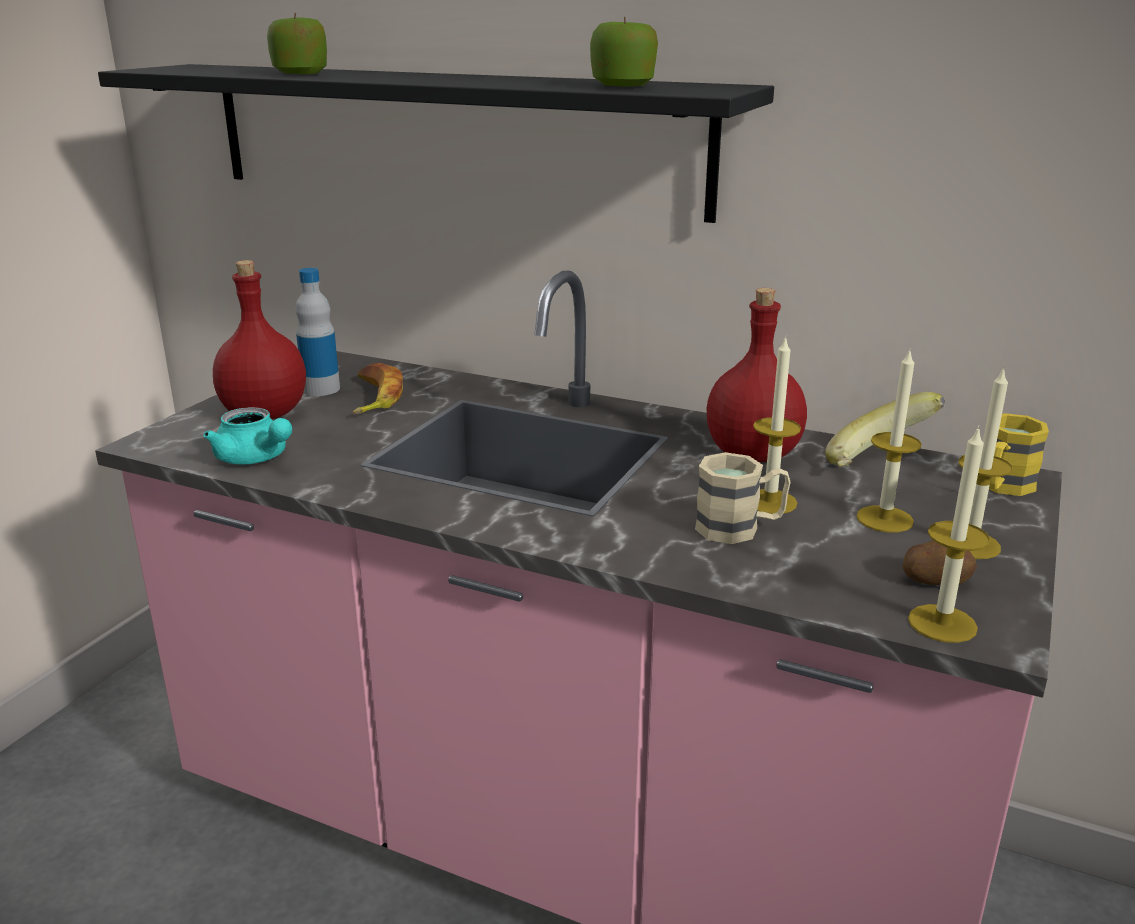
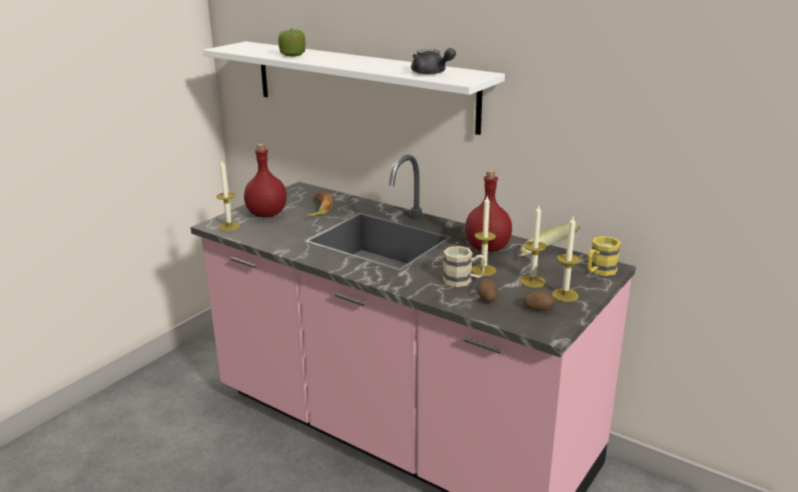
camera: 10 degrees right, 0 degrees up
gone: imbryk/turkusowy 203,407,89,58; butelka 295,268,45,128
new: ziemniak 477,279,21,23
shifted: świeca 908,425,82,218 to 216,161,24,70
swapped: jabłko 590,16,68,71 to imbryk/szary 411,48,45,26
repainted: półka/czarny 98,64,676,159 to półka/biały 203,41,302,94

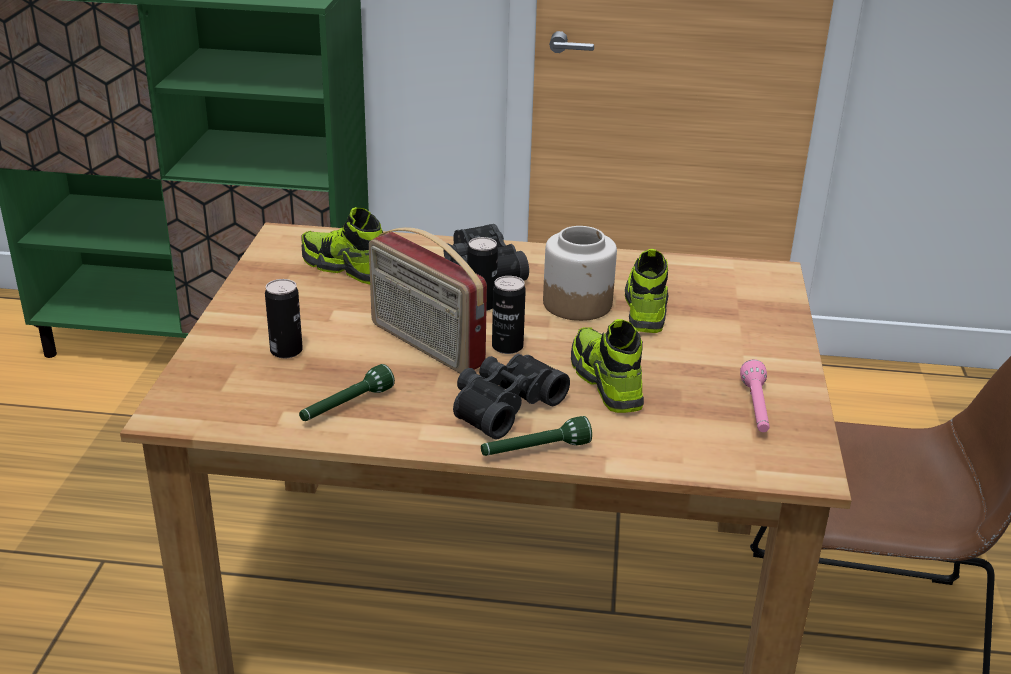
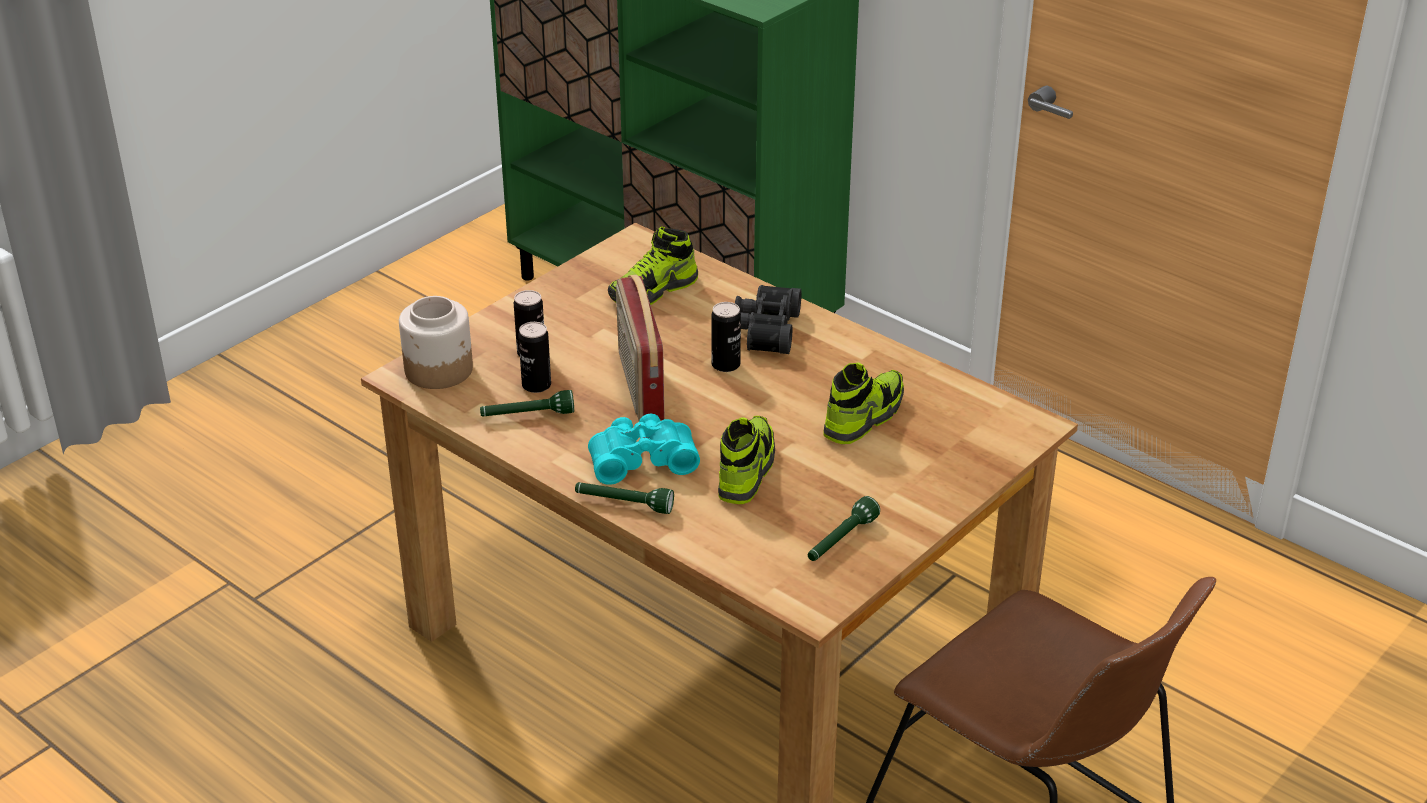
camera: 35 degrees right, 5 degrees up
shifted: słoik 543,226,74,95 to 399,296,74,93; puszka 492,276,34,78 to 518,322,33,71
repainted: lornetka/czarny 453,354,117,85 to lornetka/turkusowy 588,413,112,72; latarka/różowy 740,359,30,73 to latarka/zielony 808,496,72,65
rotated: but 301,207,82,78 = 608,226,90,79 105 degrees counterclockwise

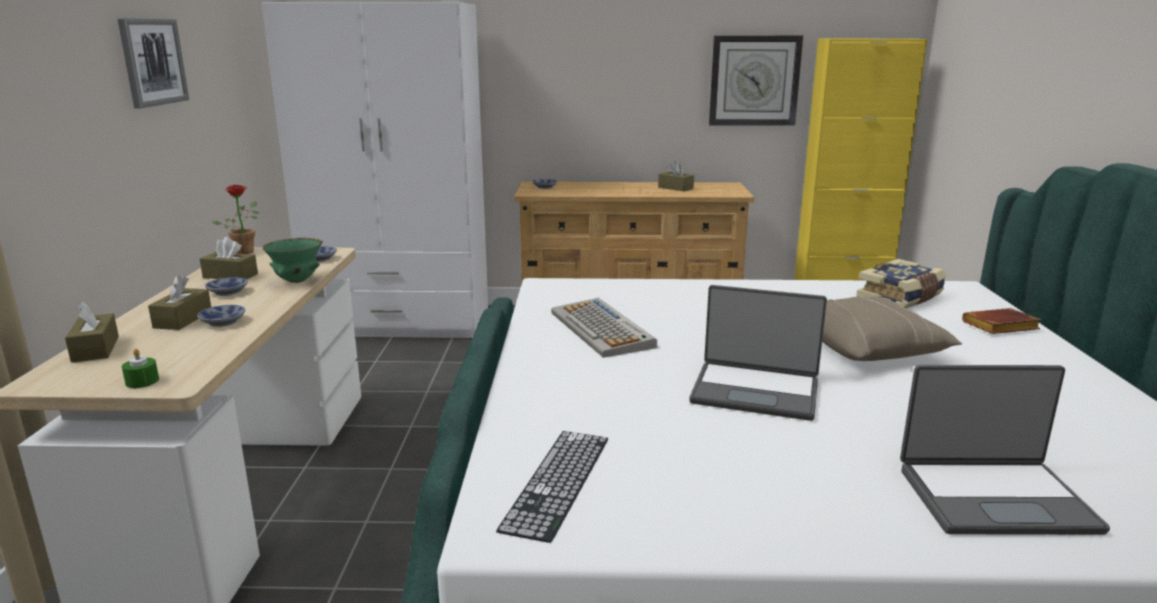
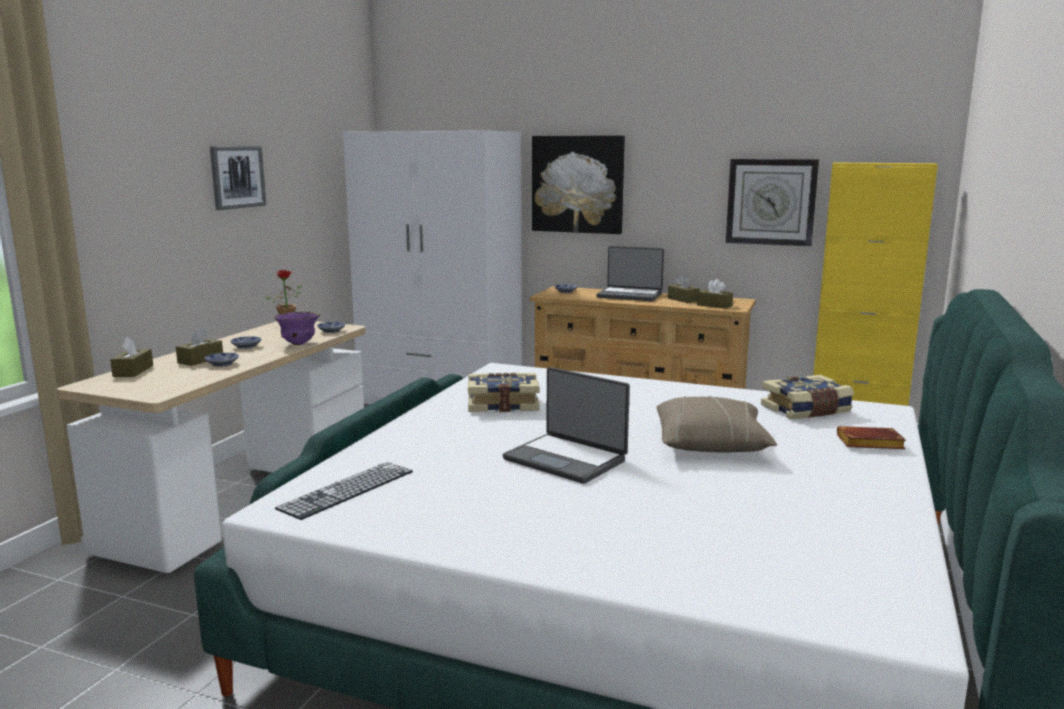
camera: 20 degrees right, 5 degrees down
gone: świeca/zielony 122,348,37,40
new: obraz 532,136,93,98
shifted: laptop 900,365,210,170 to 596,246,68,55; pudełko chusteczek/brązowy 200,237,58,42 to 697,279,36,30
swapped: klawiatura 551,298,106,60 to książka 468,372,71,40
repainted: miska/zielony 263,238,60,45 to miska/fioletowy 274,312,46,33

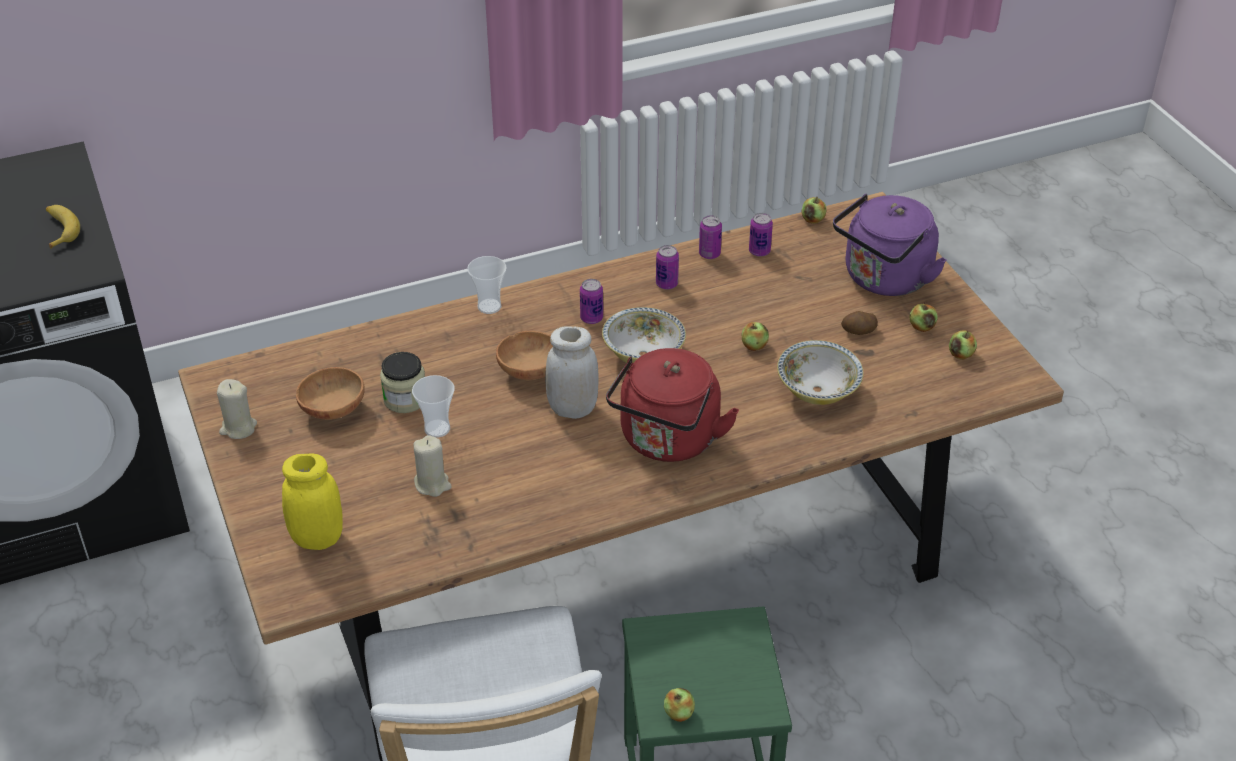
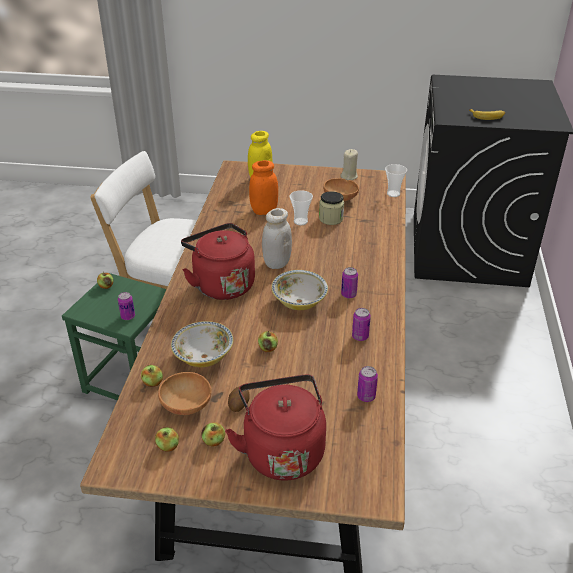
camera: 120 degrees right, 5 degrees down
shifted: puszka 699,215,23,44 to 118,292,17,28; jabłko 802,197,24,27 to 141,365,22,22; miska/brązowy 496,331,57,49 to 158,372,53,43; filiżanka 467,256,40,58 to 385,164,22,33
swapped: świeca/beżowy 413,435,39,62 to słoik/pomarańczowy 249,160,29,55
repainted: czajnik/fioletowy 833,194,114,102 to czajnik/czerwony 225,375,101,106

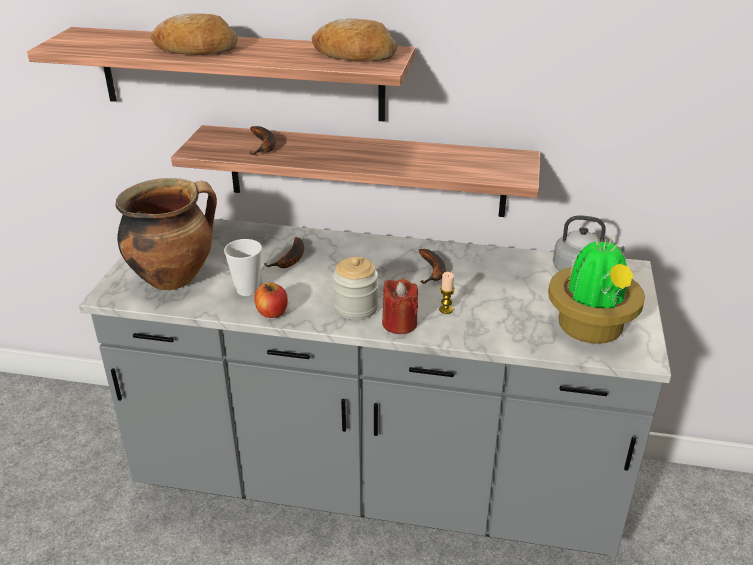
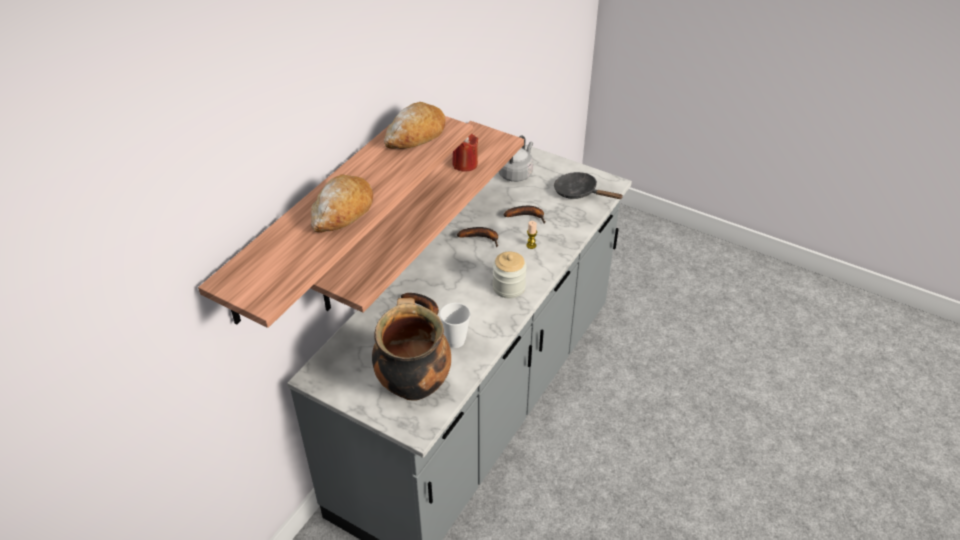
camera: 70 degrees left, 10 degrees up
gone: jabłko 254,283,34,35
shifted: świeca/czerwony 382,279,36,55 to 452,134,26,38; banan 249,126,27,29 to 504,206,42,18
swapped: roślina doniczkowa 548,234,97,110 to patelnia/czarny 554,172,69,27

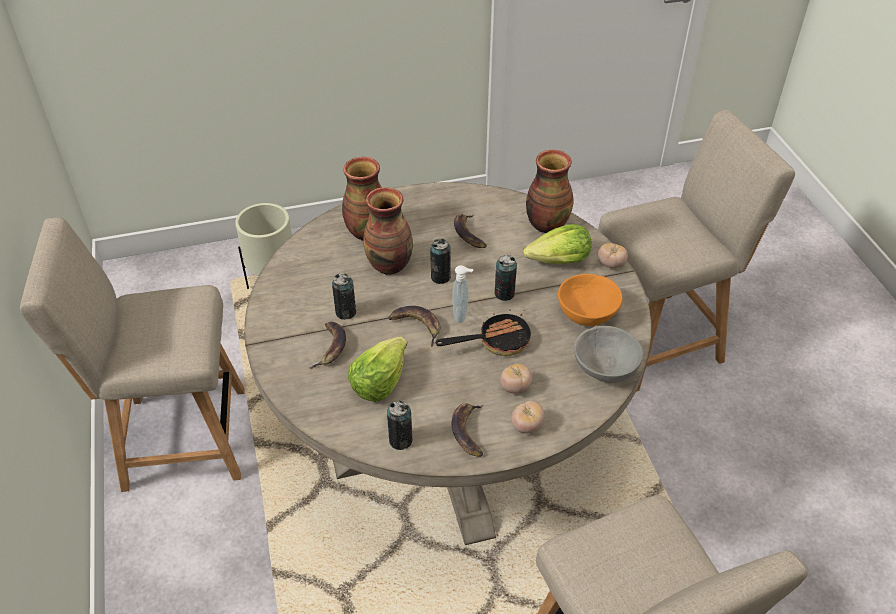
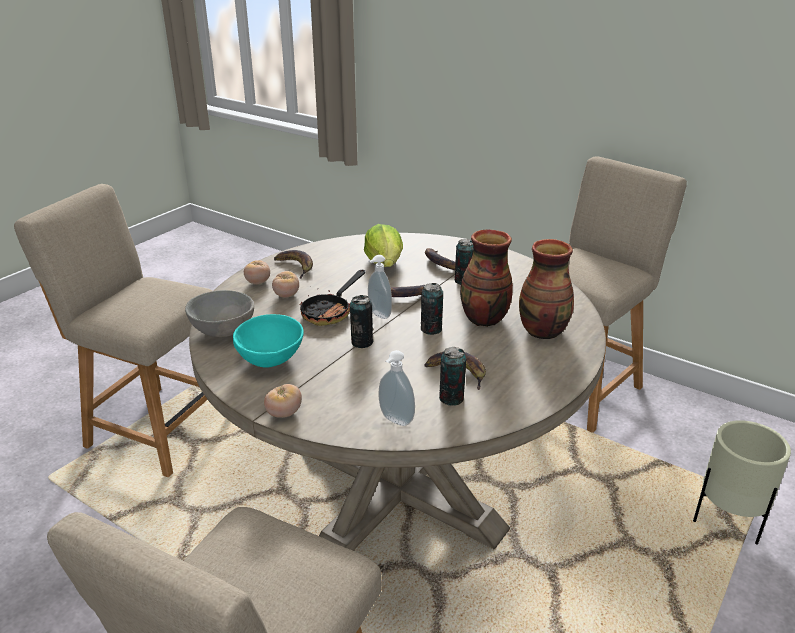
camera: 140 degrees right, 15 degrees down
gone: sałata 523,224,68,40
shifted: puszka 387,401,25,49 to 439,347,27,59
swapped: wazon 526,149,47,84 to dozownik mydła 378,350,37,76
repainted: miska/pomarańczowy 558,274,64,52 to miska/turkusowy 233,314,71,54

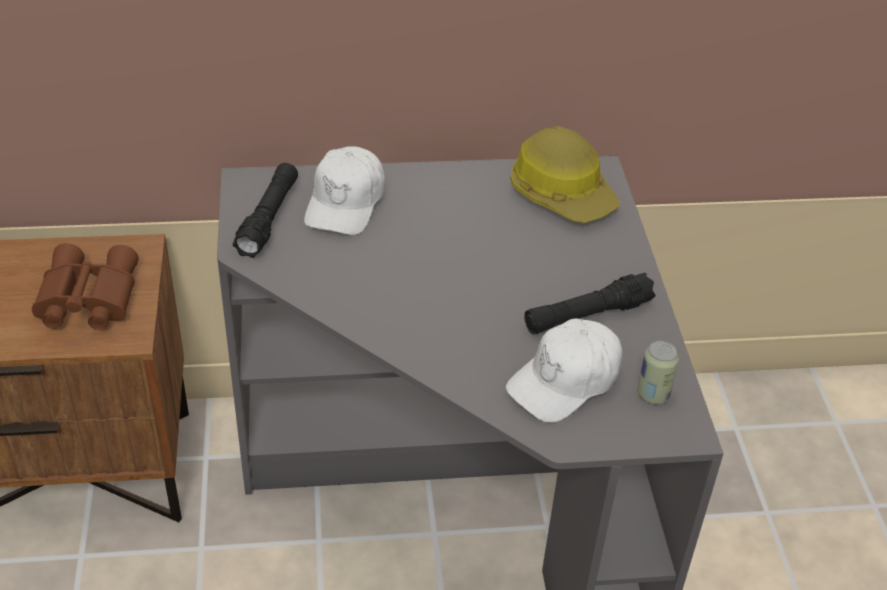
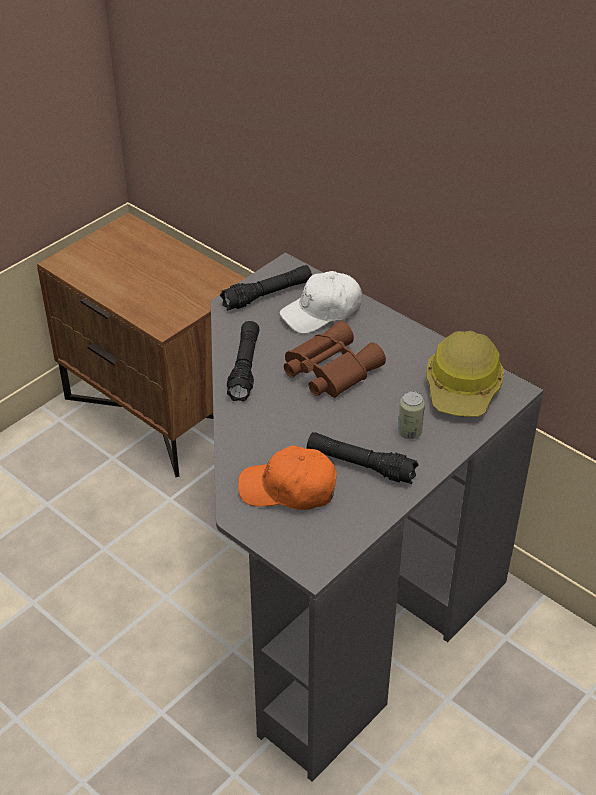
camera: 50 degrees right, 0 degrees up
new: latarka/czarny 227,321,32,81
shifted: lornetka/brązowy 32,243,106,87 to 284,321,102,77; puszka 637,341,42,63 to 398,391,27,48
repainted: czapka z daszkiem/biały 505,318,118,105 to czapka z daszkiem/pomarańczowy 238,445,99,65

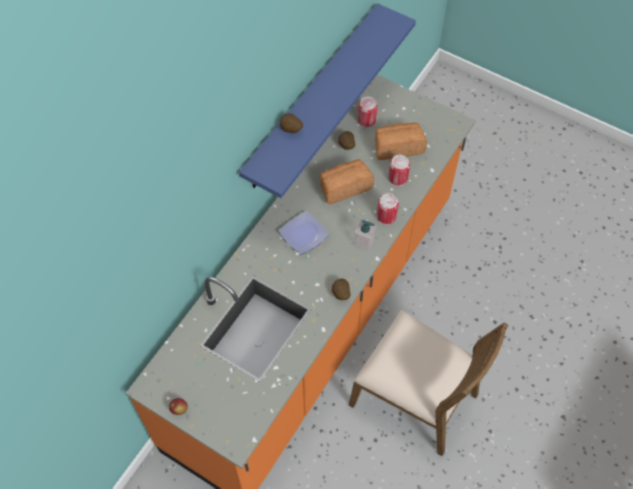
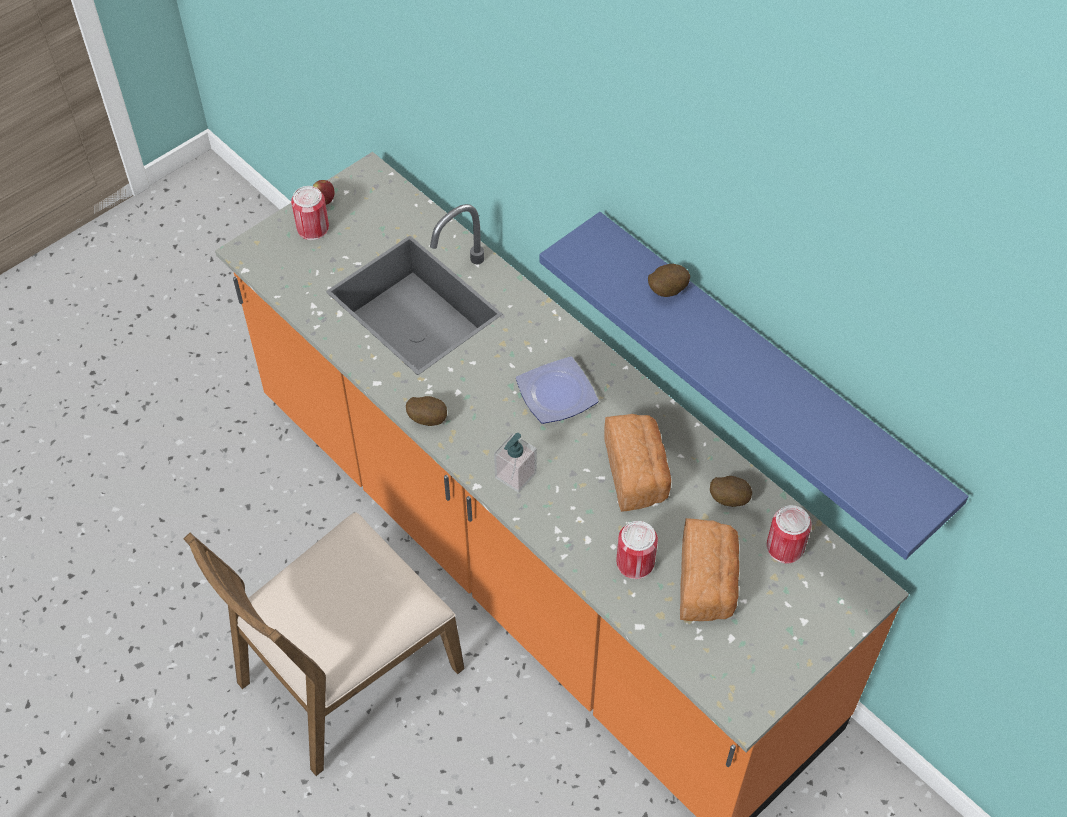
camera: 105 degrees right, 5 degrees down
shifted: puszka 377,193,22,32 to 291,186,38,54

